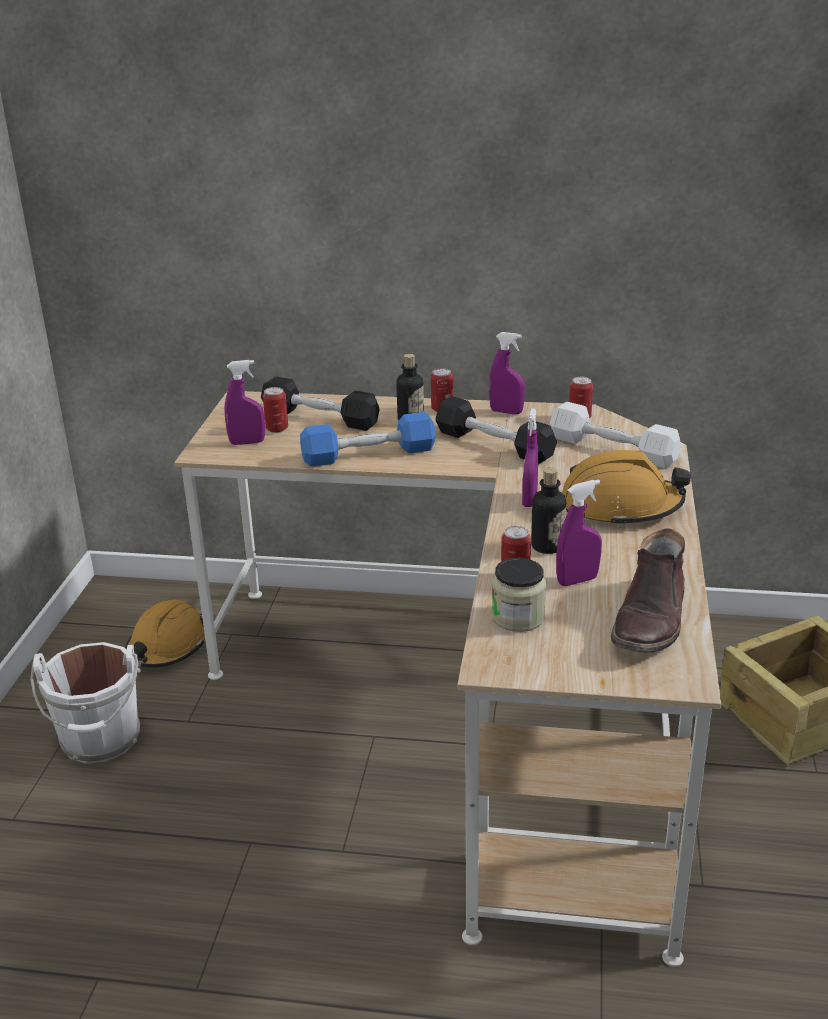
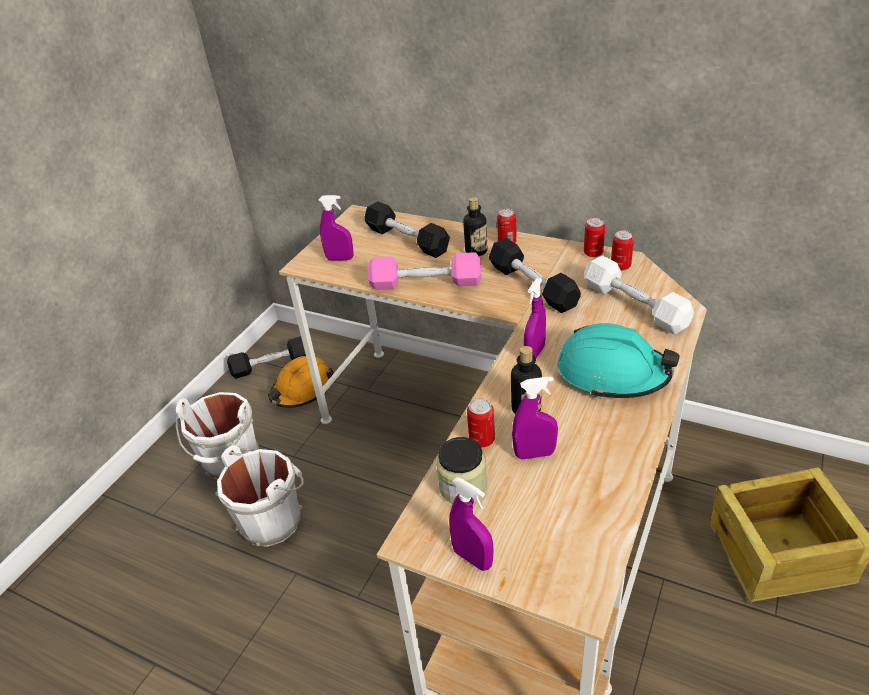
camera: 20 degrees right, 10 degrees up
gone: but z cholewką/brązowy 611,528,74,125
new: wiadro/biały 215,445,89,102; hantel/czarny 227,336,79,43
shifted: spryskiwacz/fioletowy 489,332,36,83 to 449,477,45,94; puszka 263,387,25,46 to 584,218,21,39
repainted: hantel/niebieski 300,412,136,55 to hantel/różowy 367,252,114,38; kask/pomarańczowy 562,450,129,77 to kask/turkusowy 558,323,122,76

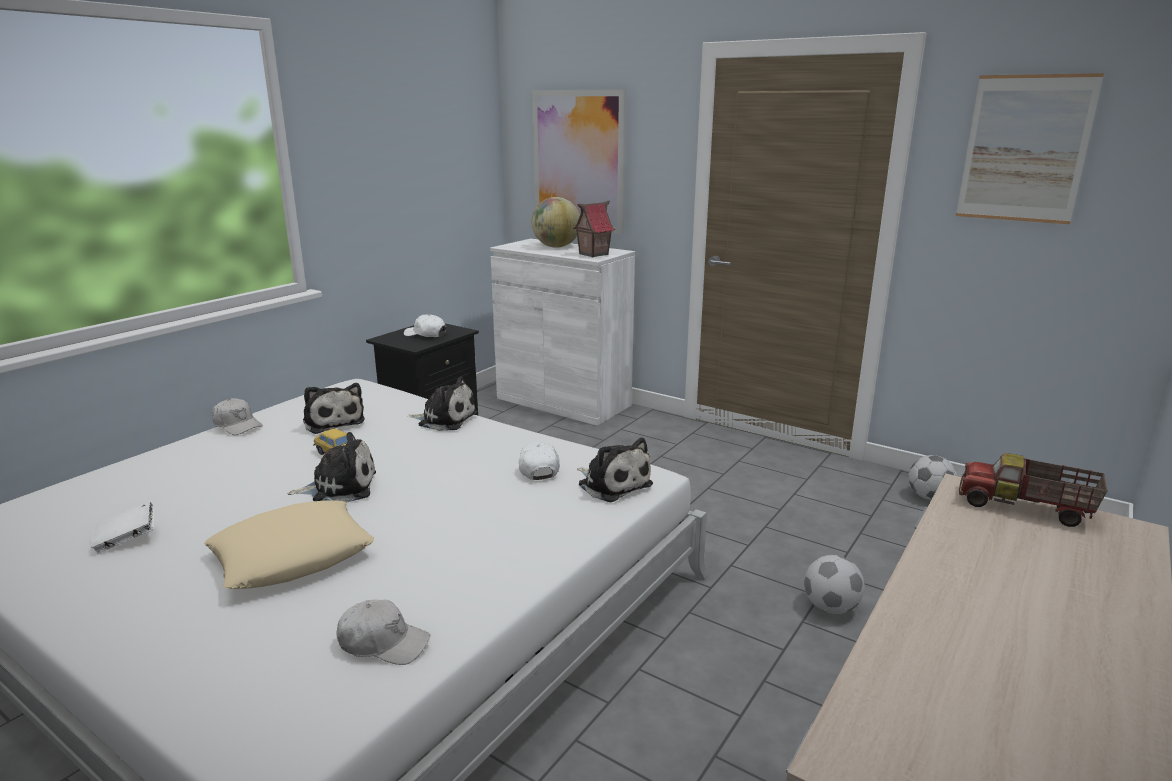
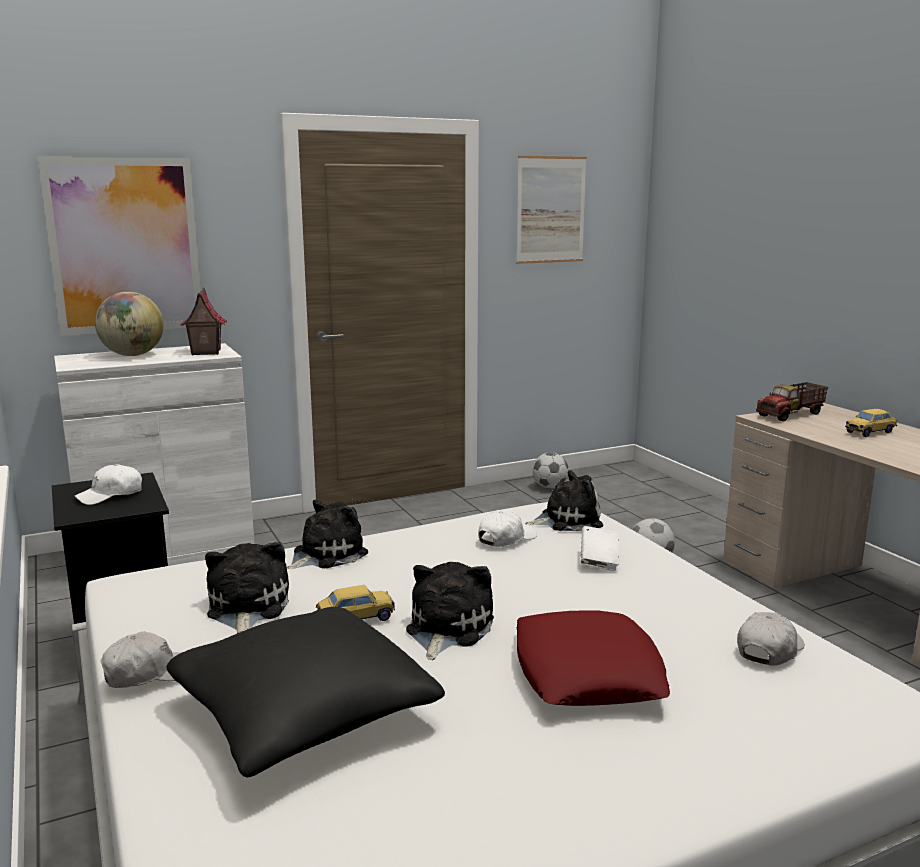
camera: 60 degrees left, 5 degrees down
new: poduszka/czarny 166,607,279,170; samochodzik 845,409,52,28
shifted: książka/biały 91,502,63,51 to 581,526,38,45
repainted: poduszka/beżowy 204,500,170,89 to poduszka/czerwony 517,610,153,96
rotated: pluszak 303,383,62,51 = 205,542,84,91 90 degrees counterclockwise; czapka z daszkiem/biały 518,442,42,38 = 478,510,59,37 120 degrees clockwise

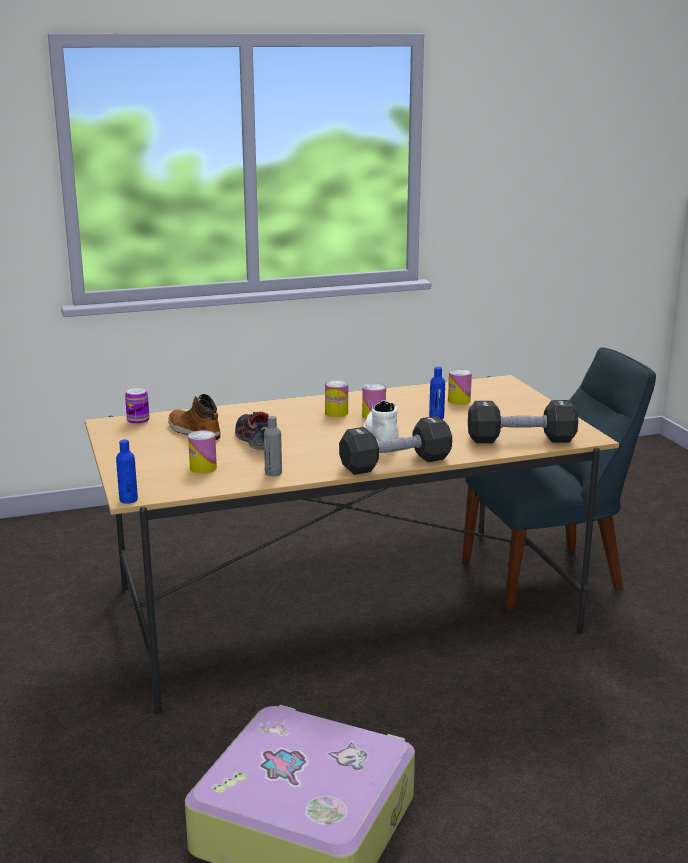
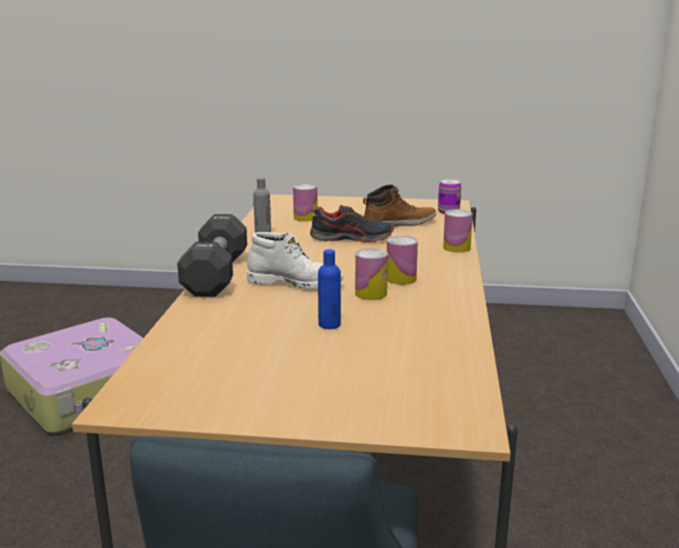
camera: 115 degrees right, 0 degrees up
gone: butelka/niebieski 116,439,22,65; hantel/czarny 468,400,110,43
shifted: puszka 448,369,24,36 to 443,209,30,43

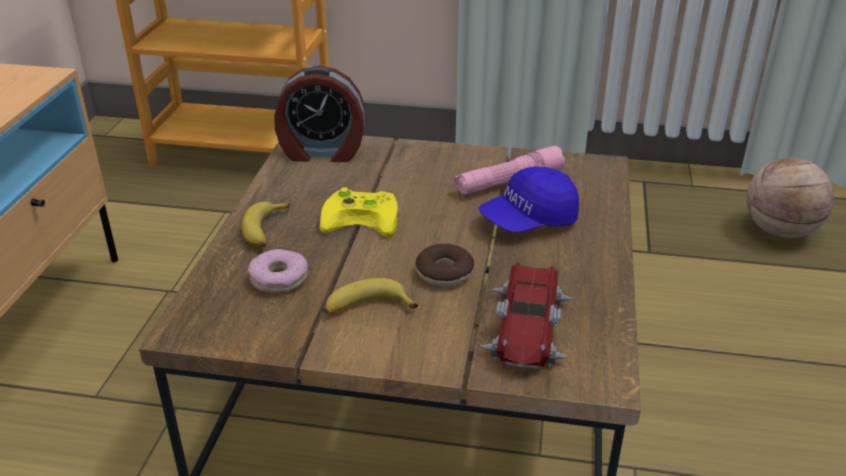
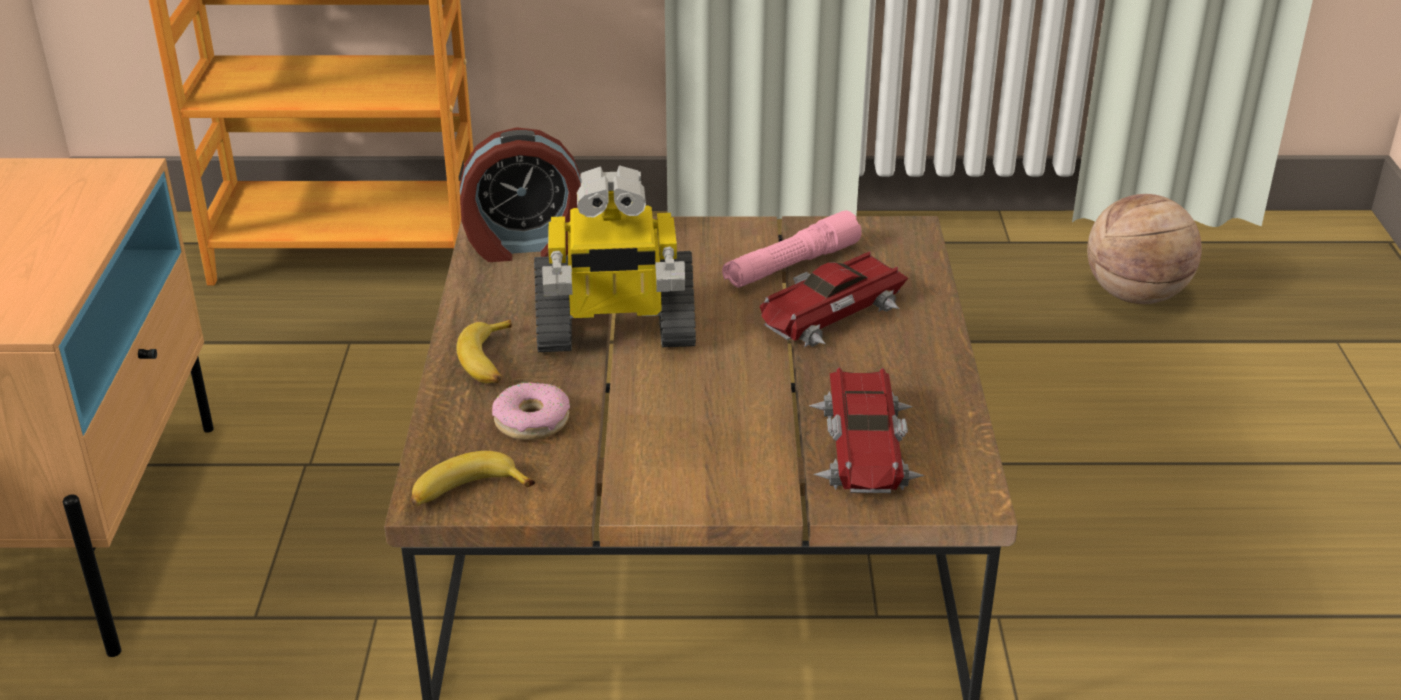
camera: 10 degrees left, 0 degrees up
gone: donut 416,243,58,44
shifted: banan 323,278,95,36 to 410,451,125,55
swapped: pad do gier/żółty 320,187,78,50 to robot zabawkowy 534,165,162,187; czapka z daszkiem/niebieski 479,167,100,66 to samochodzik 760,251,148,96

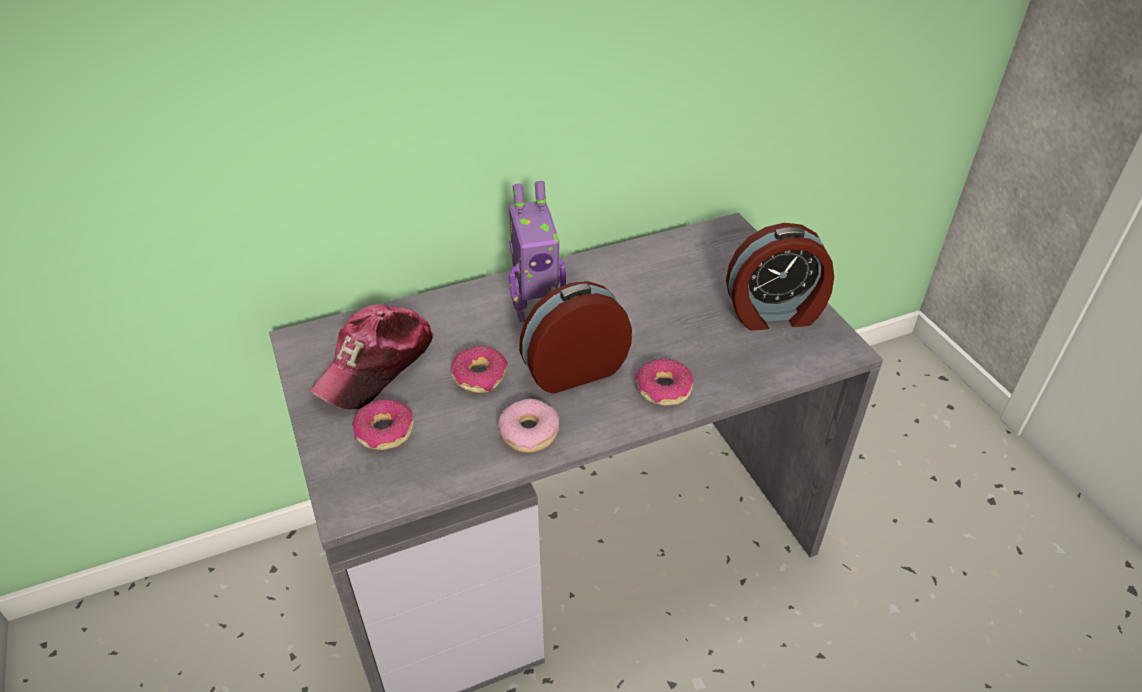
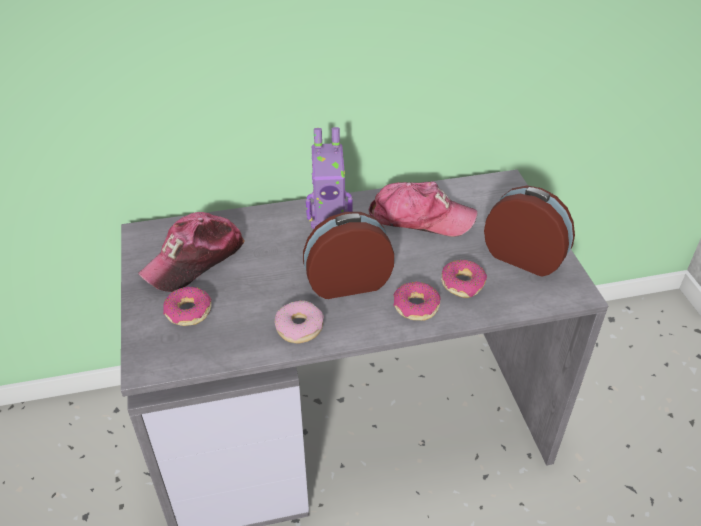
camera: 10 degrees right, 0 degrees up
new: czapka z daszkiem 369,182,108,54
shifted: donut 451,346,57,47 to 441,260,46,38
rotated: budzik 726,223,108,108 = 484,186,91,91 150 degrees counterclockwise

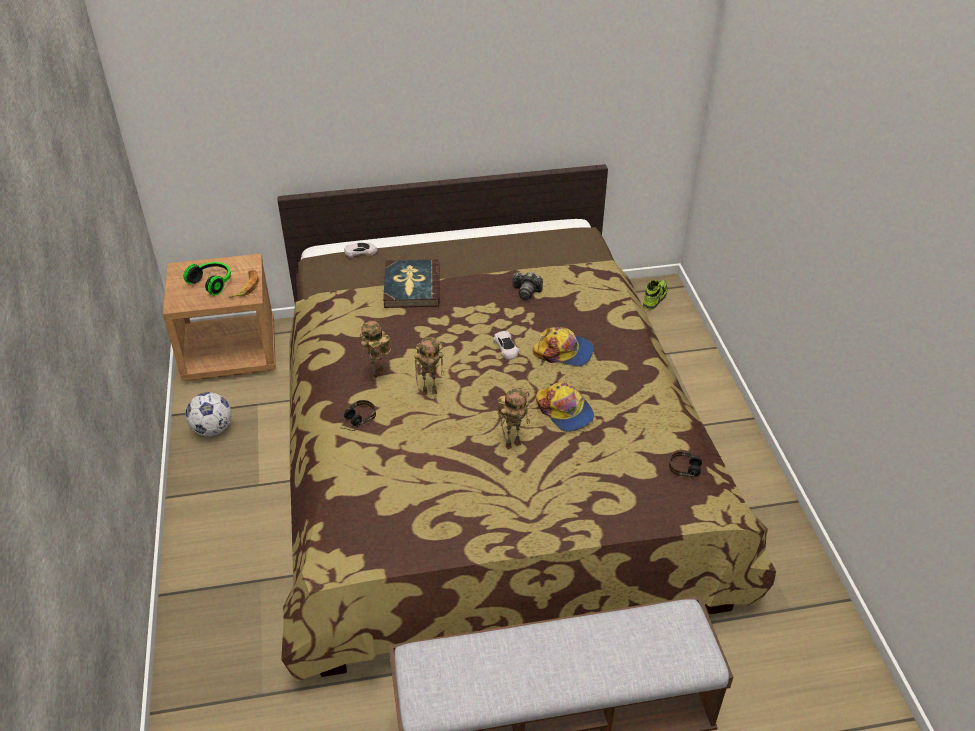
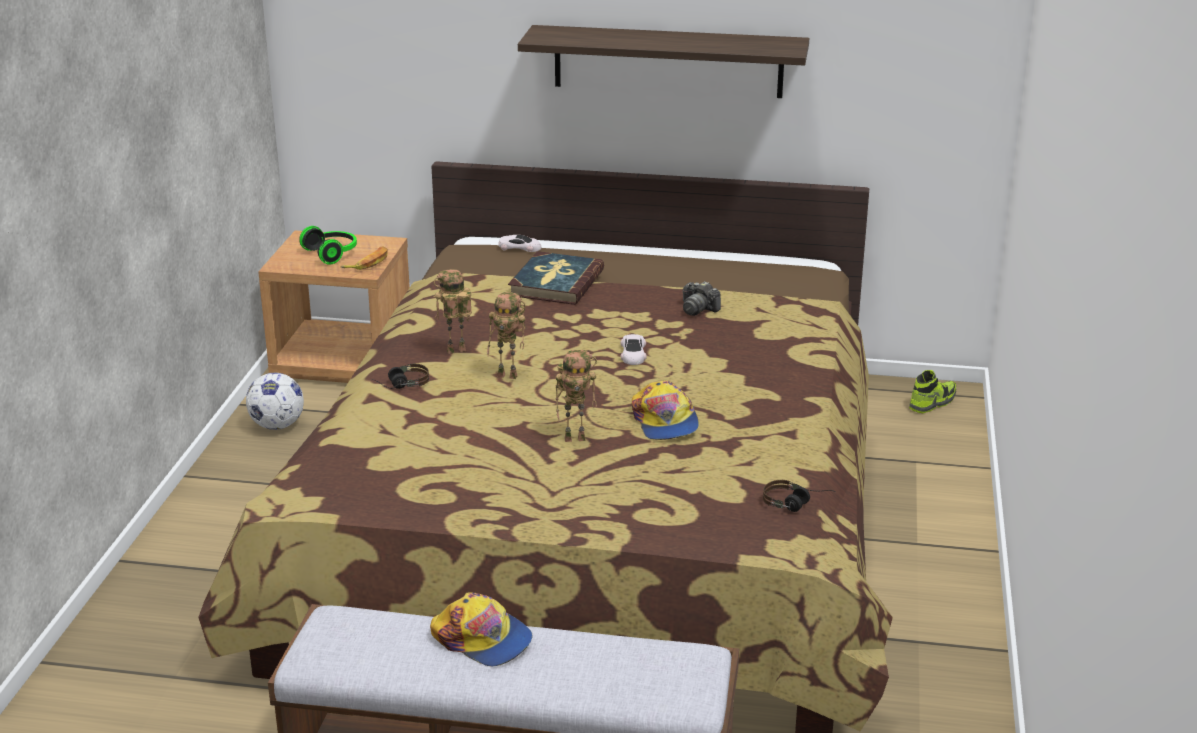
camera: 20 degrees right, 15 degrees down
new: półka 518,25,291,73
shifted: czapka z daszkiem 533,327,61,40 to 430,592,103,75

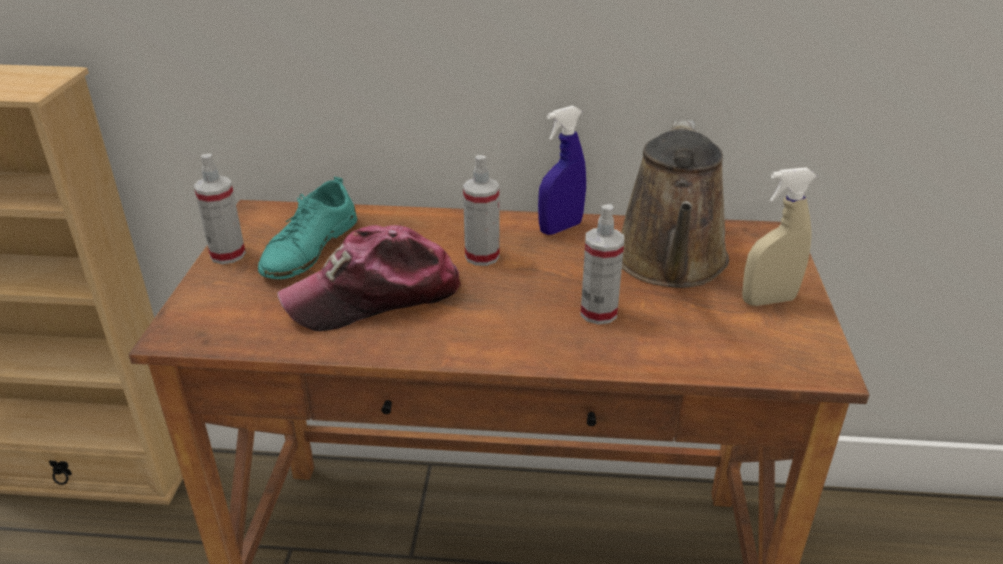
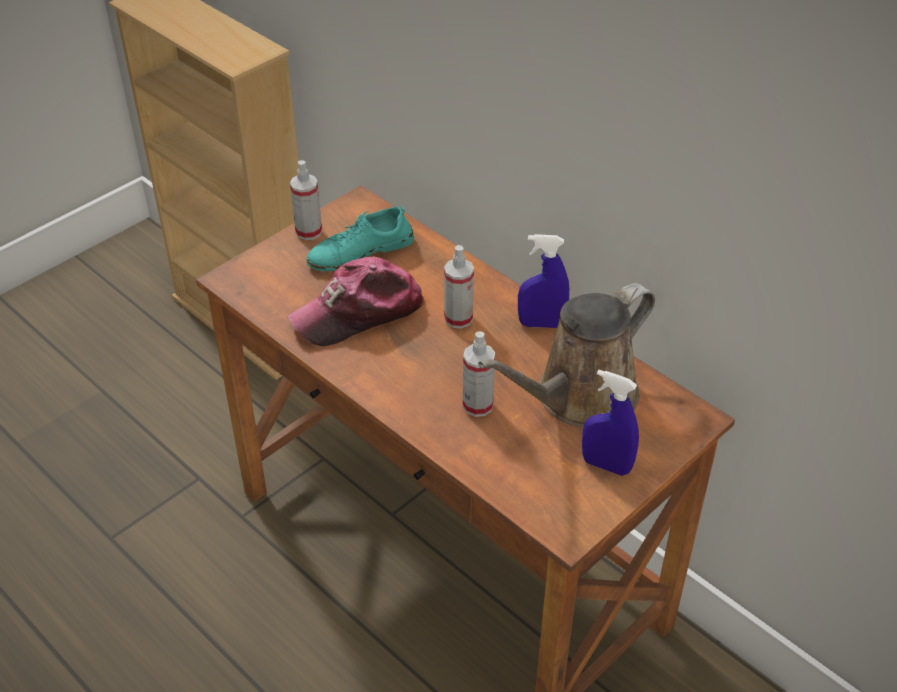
camera: 40 degrees right, 10 degrees up
repainted: spryskiwacz/beżowy 742,167,75,139 to spryskiwacz/niebieski 582,369,57,107
rotated: czapka z daszkiem 277,225,184,106 = 288,257,137,89 45 degrees counterclockwise

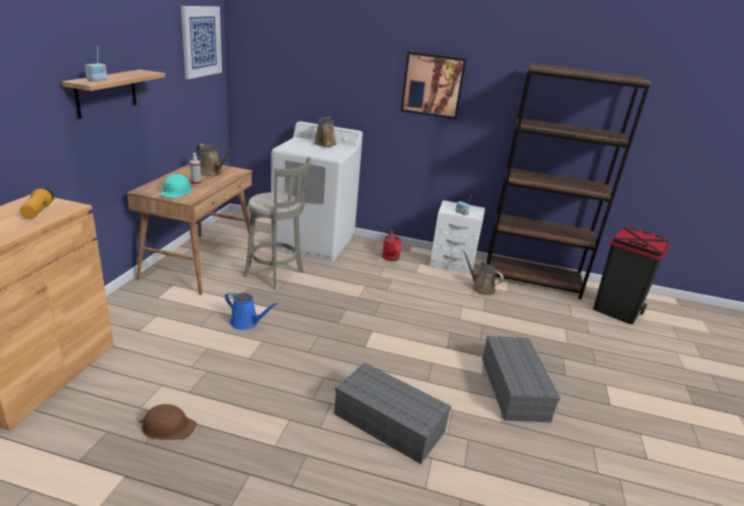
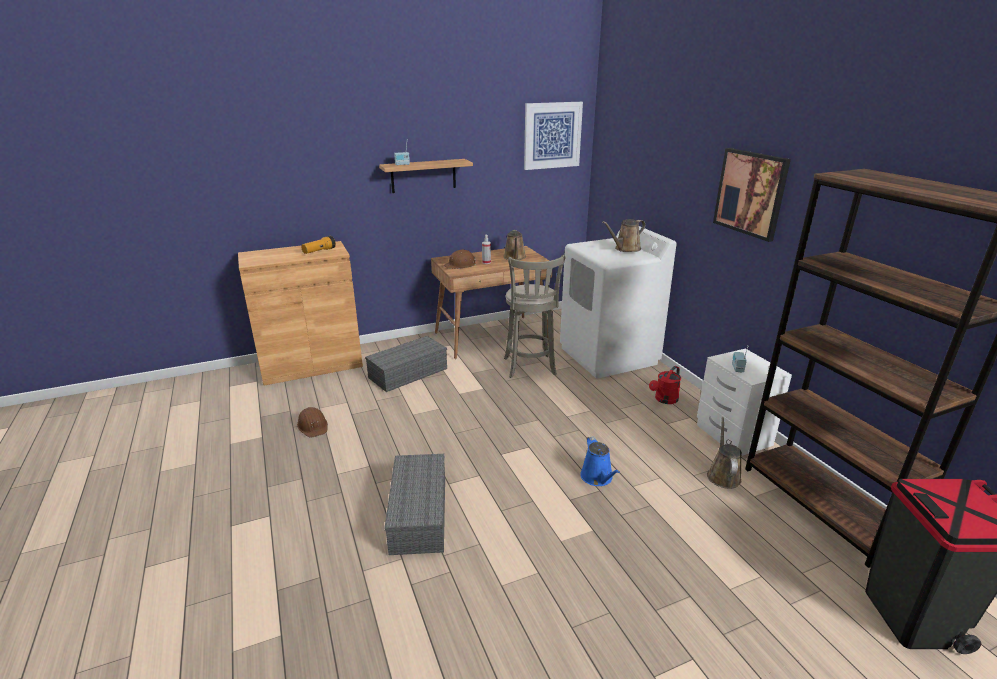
camera: 55 degrees right, 0 degrees up
shifted: pojemnik do przechowywania/szary 482,336,78,87 to 365,336,82,56; konewka/niebieski 225,291,53,39 to 580,436,40,50
repainted: kask/turkusowy 160,174,32,24 to kask/brązowy 444,249,32,20

